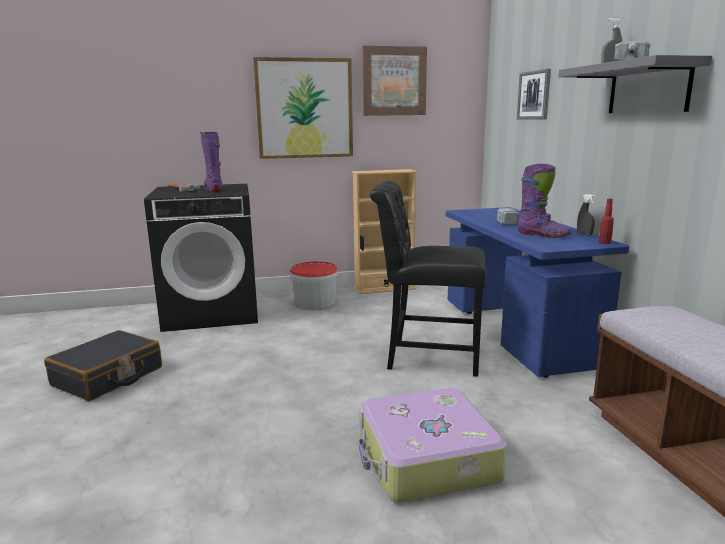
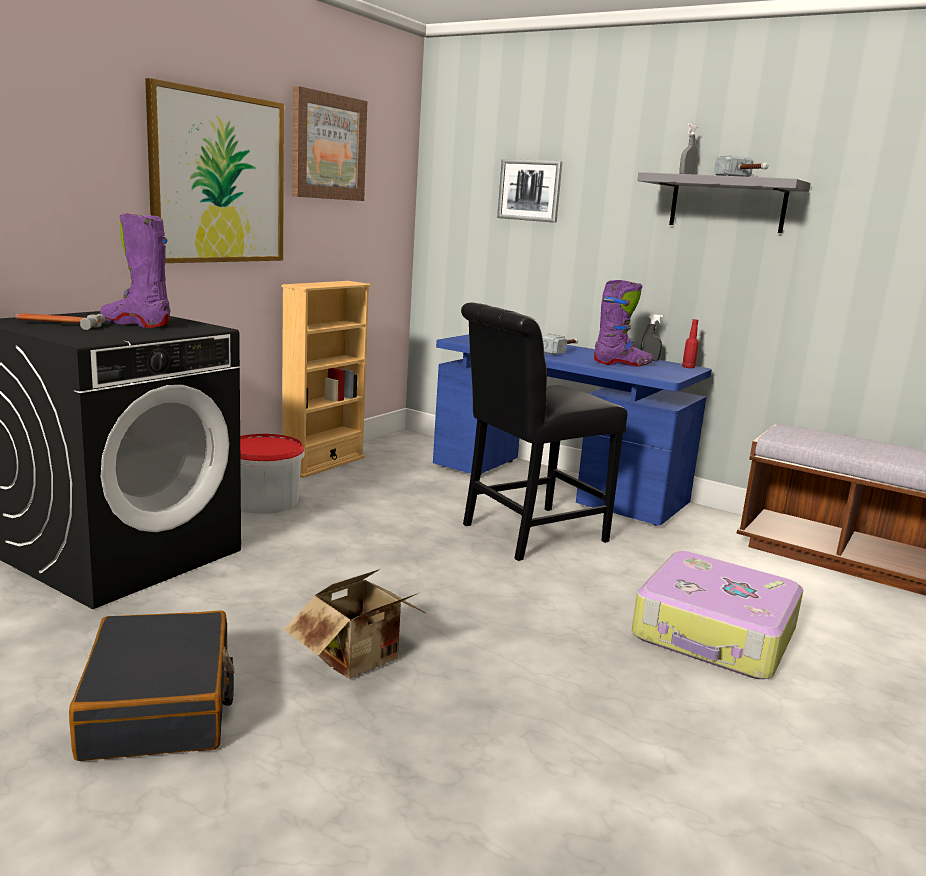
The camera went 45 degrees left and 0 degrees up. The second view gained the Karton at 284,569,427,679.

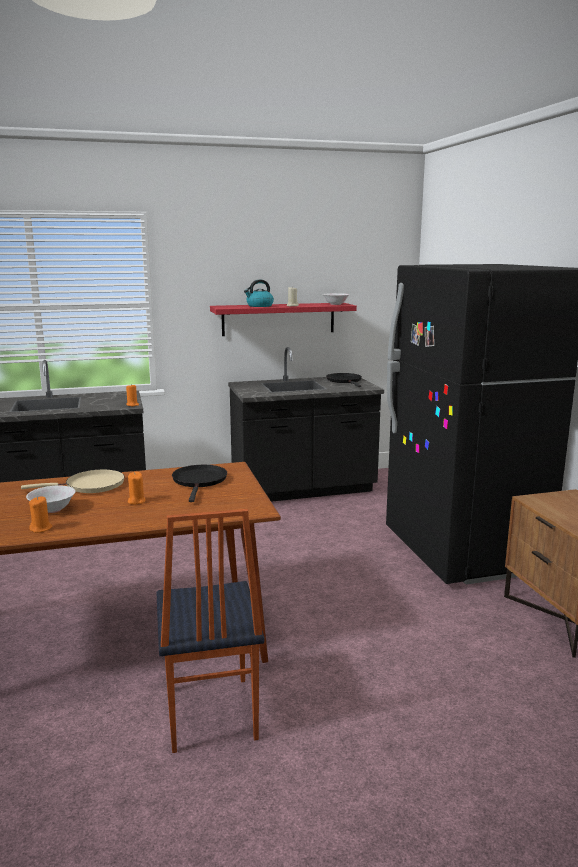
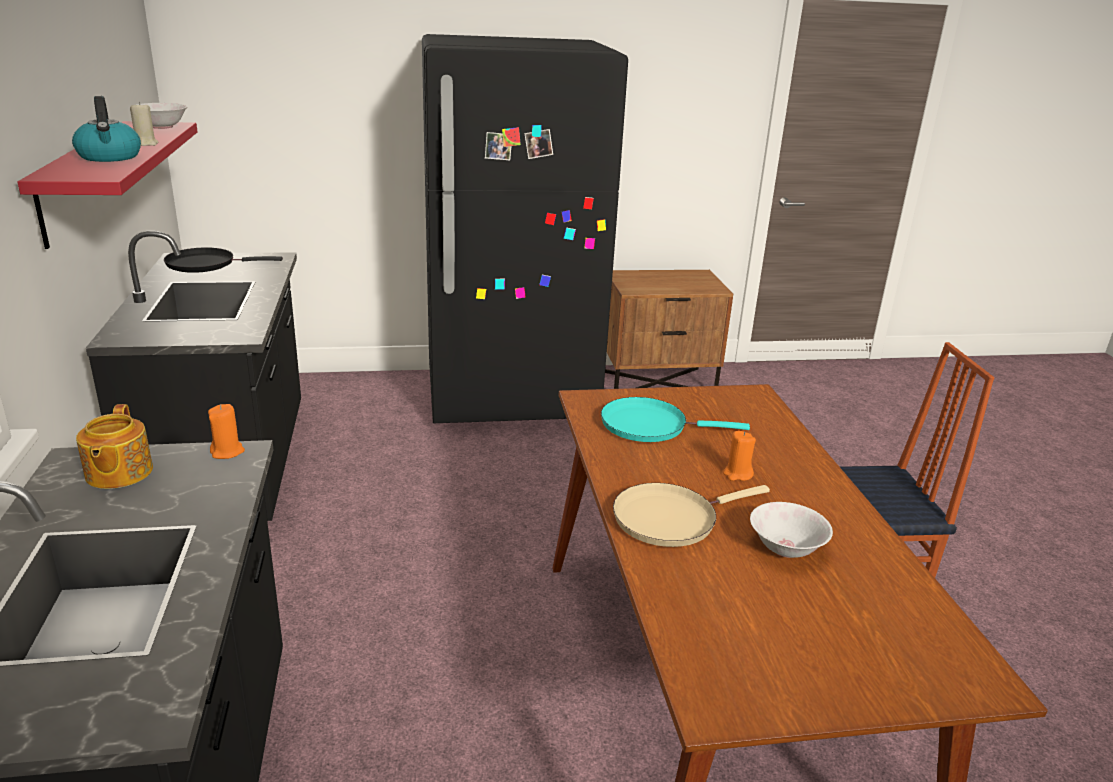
The camera went 85 degrees left and 10 degrees up. What was the Pfanne (schwarz) at 172,465,227,502 turned into the Pfanne (türkis) at 601,397,750,442. The Pfanne (beige) at 21,469,125,493 ended up facing another way, 105 degrees counterclockwise from before. The second view lost the Kerze (orange) at 29,497,52,533. The second view gained the Teekanne at 76,404,153,489.

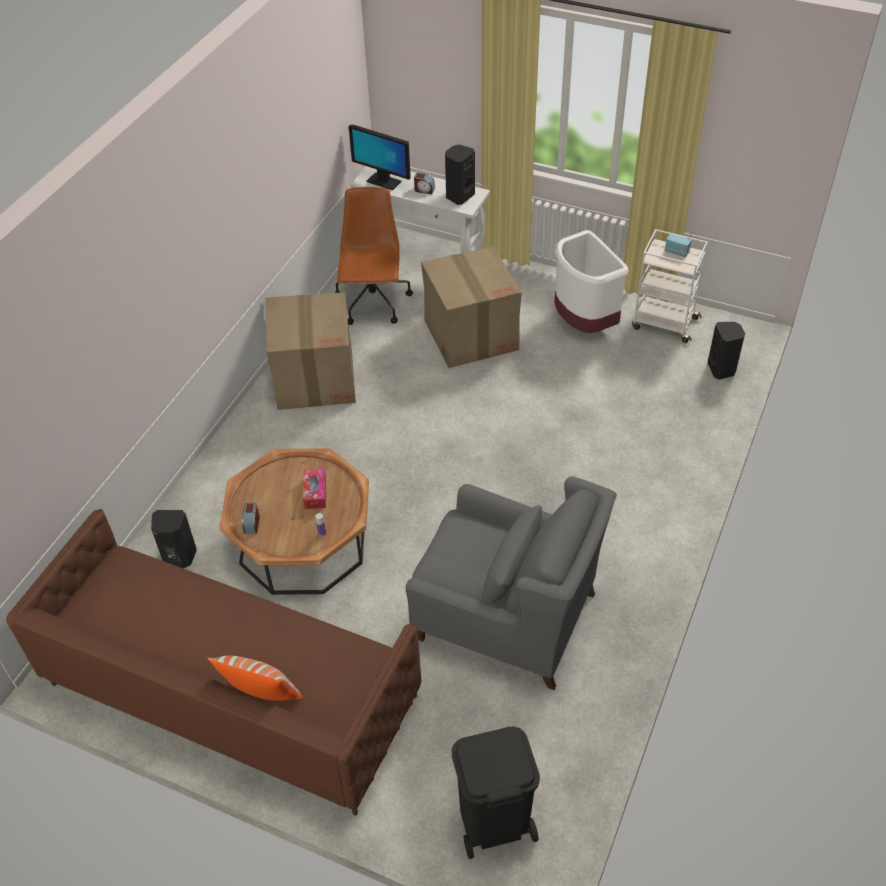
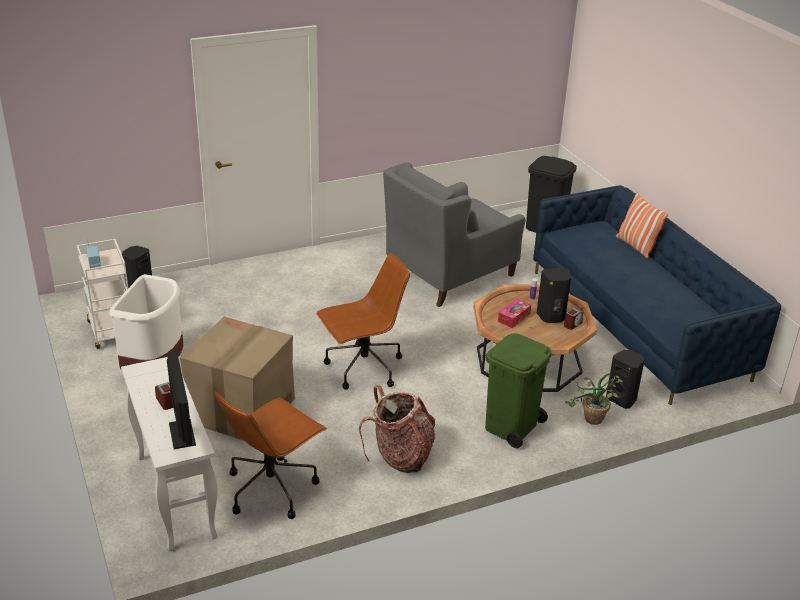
The camera went 140 degrees left and 15 degrees down. The Lautsprecher (schwarz) ended up elsewhere, having gone from 445,144,475,205 to 537,268,571,323. Where the Karton stood at 265,292,356,410, the Rucksack came to stand at 359,385,436,473. The Sessel (grau) at 406,476,617,690 ended up facing another way, 105 degrees counterclockwise from before. What was the Sofa (braun) at 6,509,421,815 turned into the Sofa (blau) at 533,185,781,405. The second view gained the Bürostuhl (braun) at 316,253,410,390. The second view gained the Mülleimer (grün) at 485,333,552,448. The second view gained the Topfpflanze at 565,373,623,425.

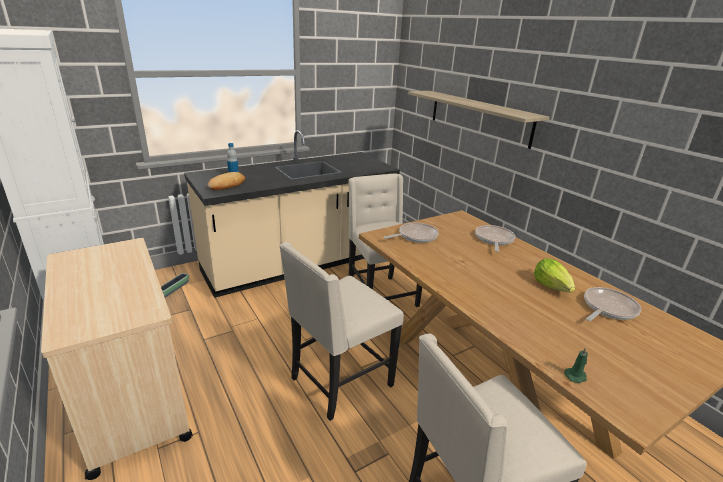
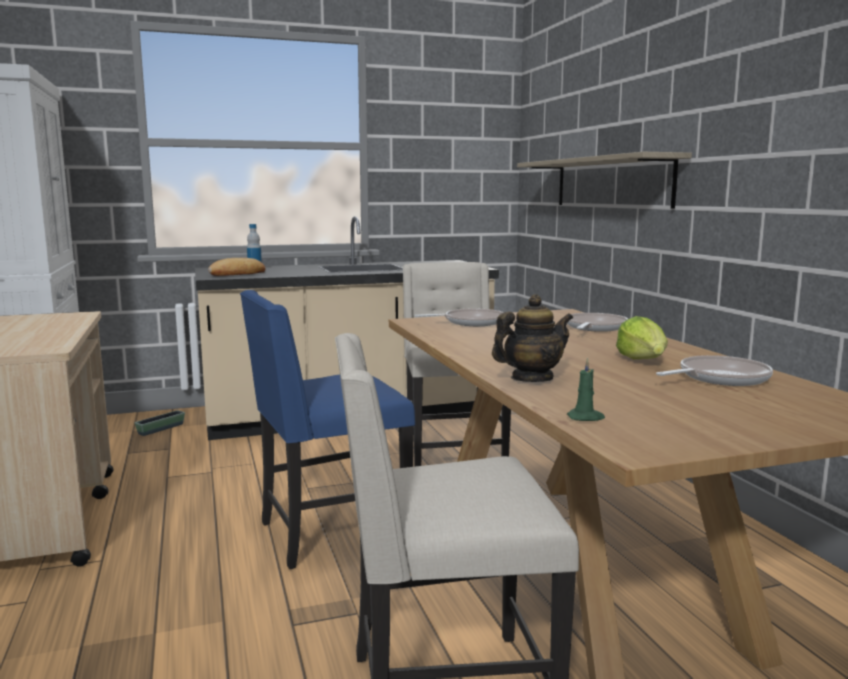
The camera went 15 degrees right and 15 degrees down. What was the Stuhl (beige) at 279,242,404,421 turned into the Stuhl (blau) at 240,290,415,569. The second view gained the Teekanne at 492,294,573,382.

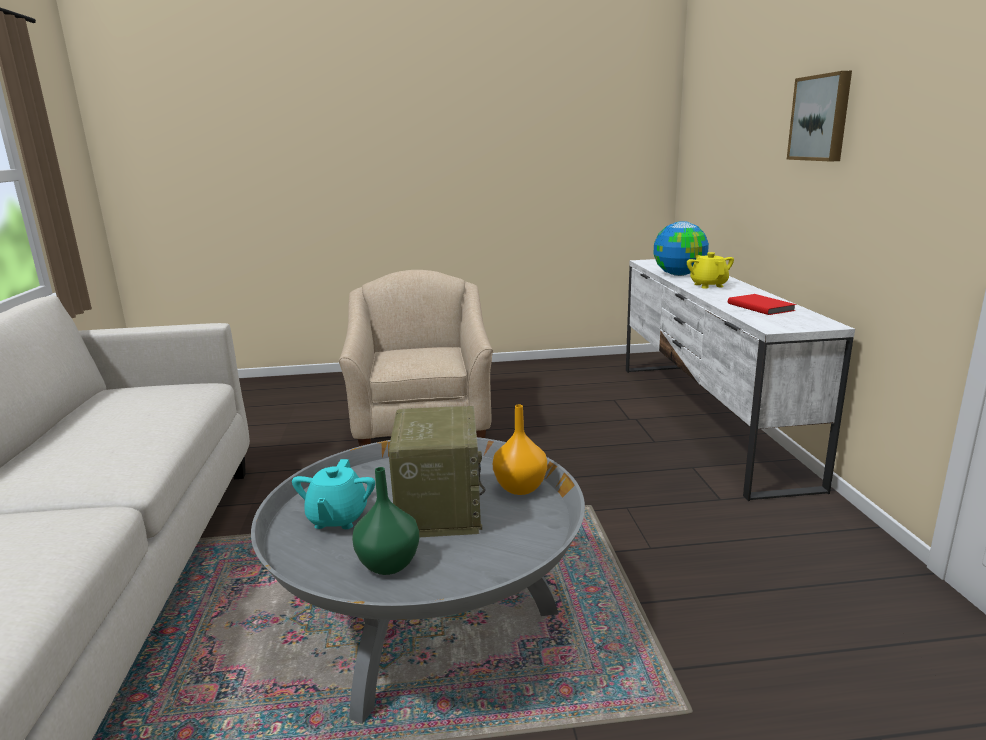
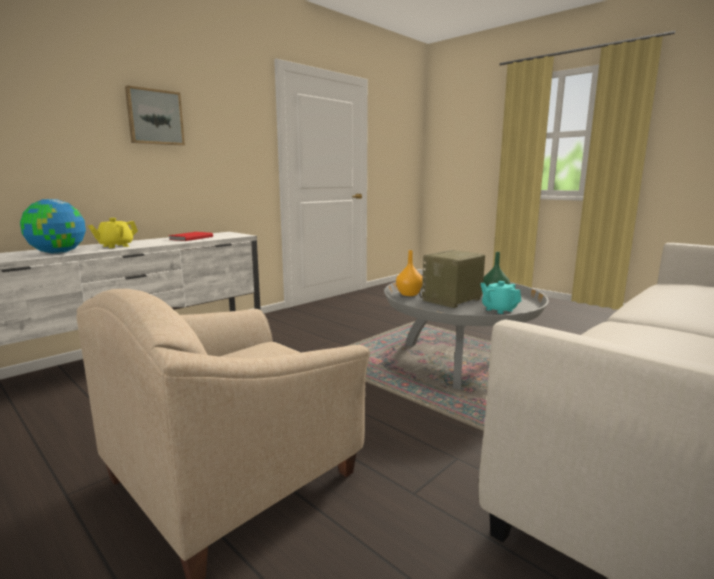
The camera went 130 degrees left and 5 degrees down. The Teekanne (türkis) at 292,459,375,529 ended up facing another way, 90 degrees counterclockwise from before.

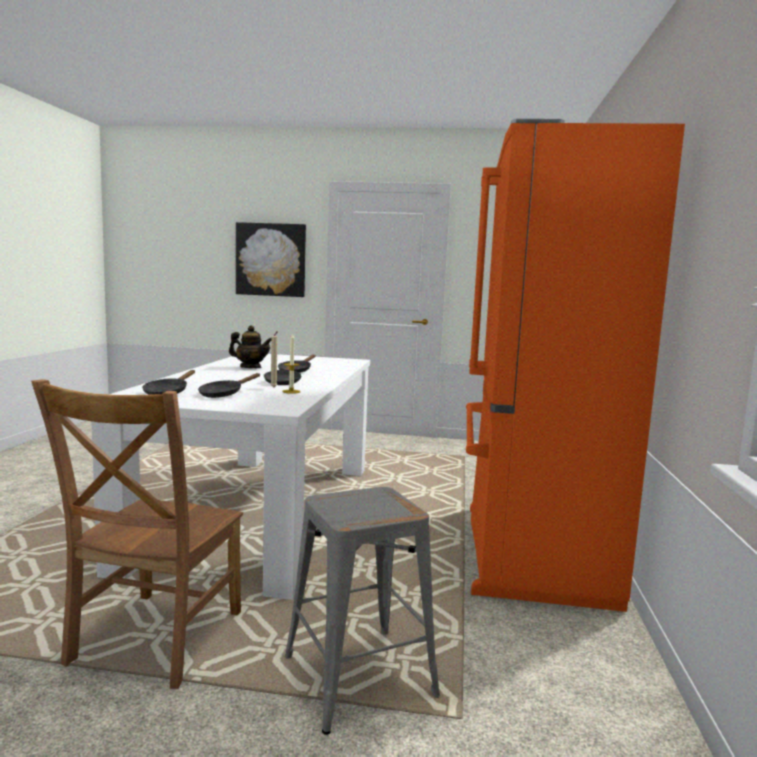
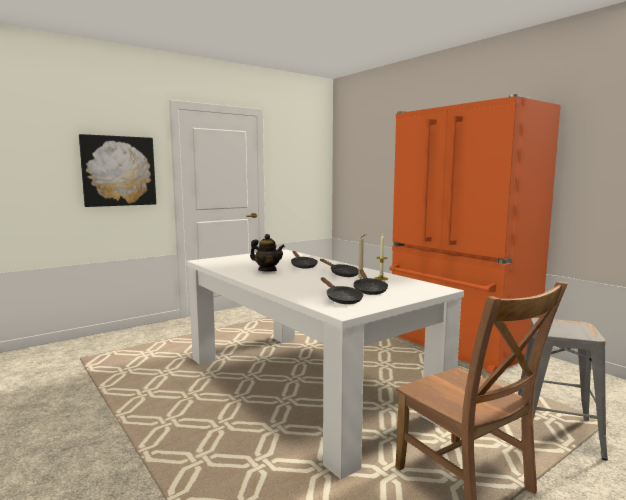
The camera went 45 degrees left and 0 degrees up. The Teekanne at 229,325,271,368 ended up facing another way, 60 degrees clockwise from before.

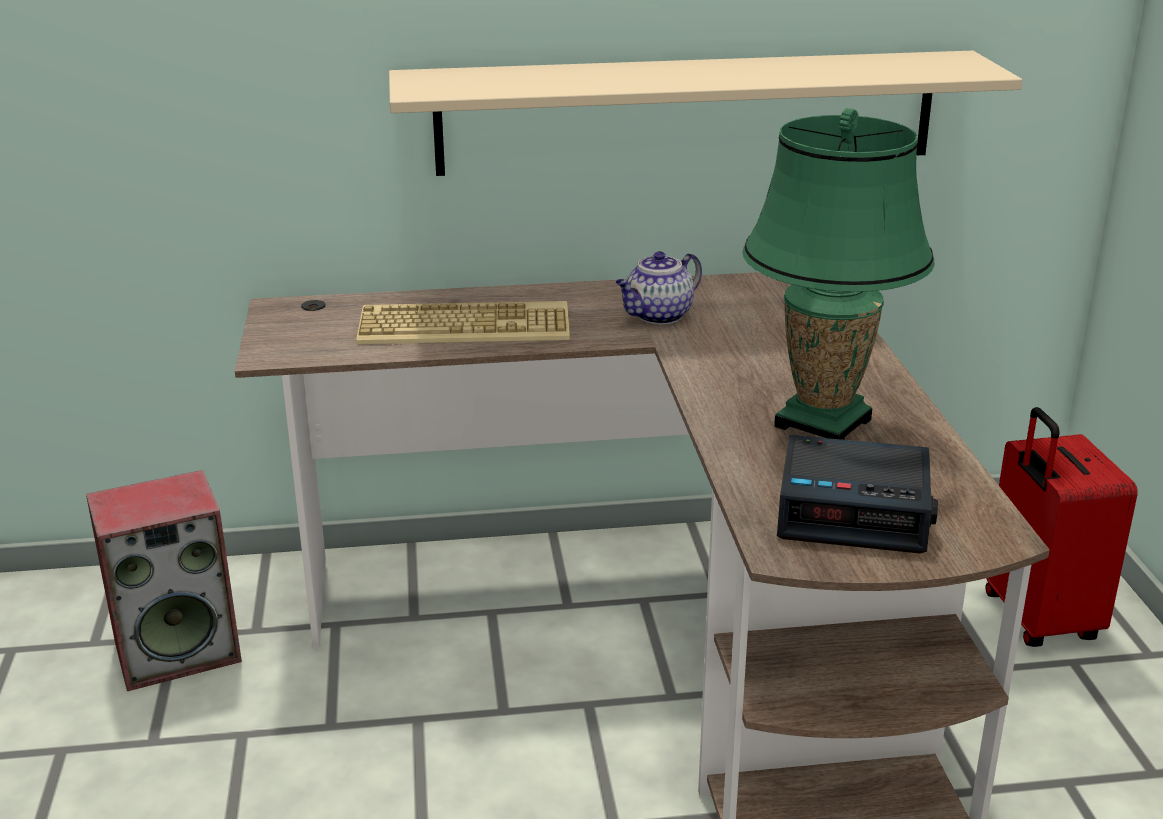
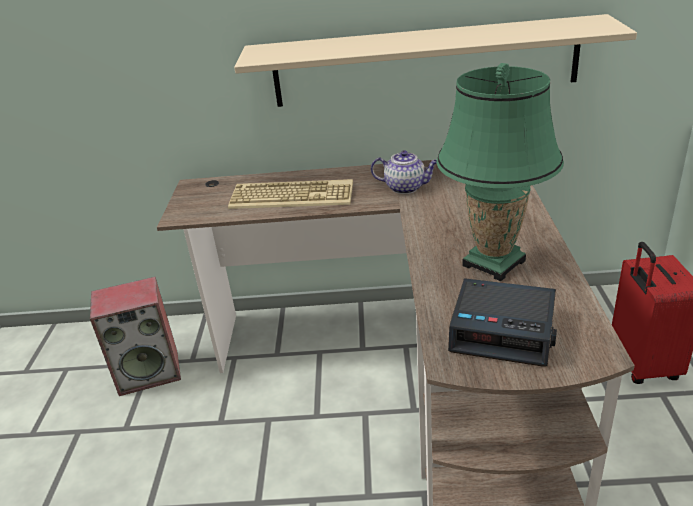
The camera went 10 degrees right and 5 degrees up. The Teekanne at 616,251,702,324 ended up facing another way, 135 degrees counterclockwise from before.

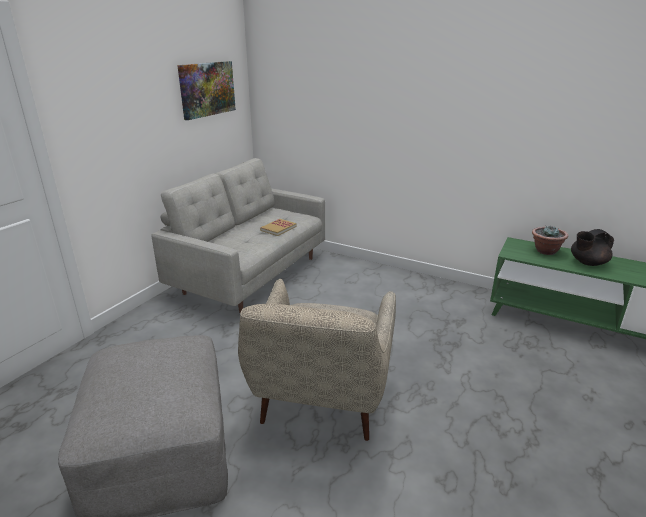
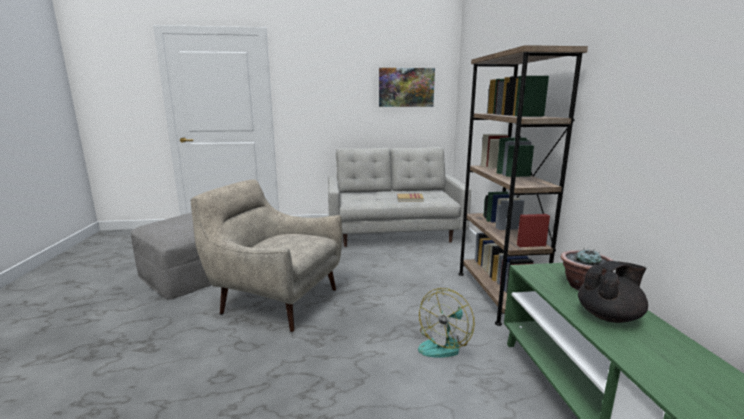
The camera went 55 degrees right and 10 degrees down. The Teekanne (schwarz) at 571,229,614,266 ended up facing another way, 120 degrees clockwise from before. The Sessel (beige) at 238,279,396,441 ended up facing another way, 45 degrees clockwise from before. The second view gained the Bücherregal (braun) at 458,45,588,326. The second view gained the Ventilator at 418,288,475,358.

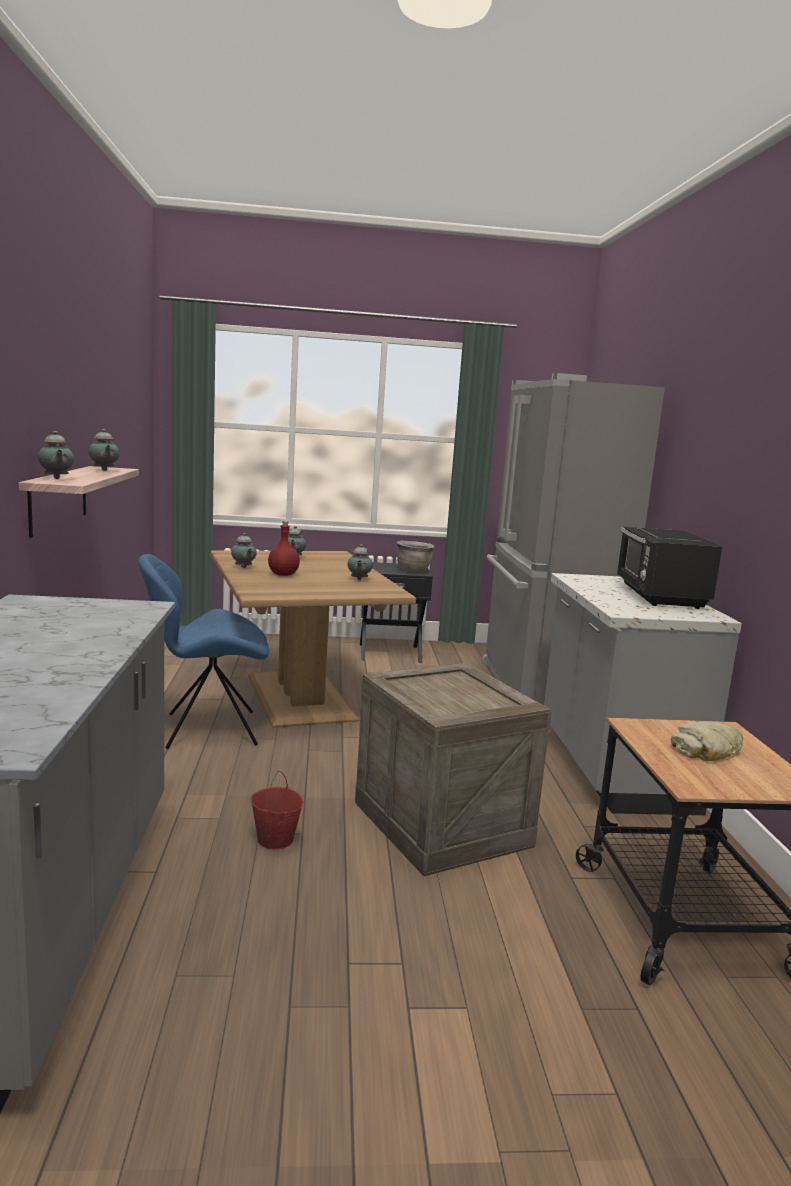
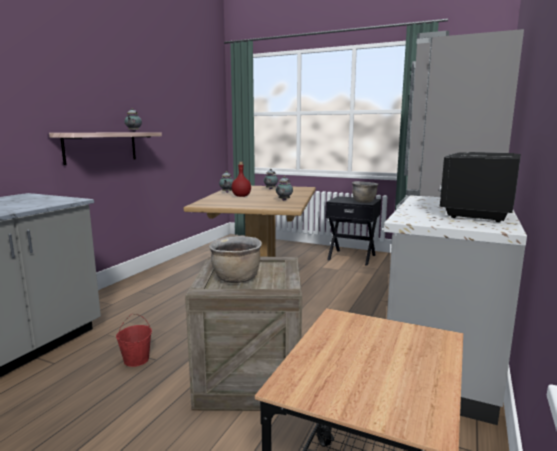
The camera went 30 degrees right and 0 degrees up. The second view lost the Teekanne at 38,431,74,479. The second view lost the Stuhl (blau) at 138,554,269,749. The second view lost the Brot at 671,722,743,761. The second view gained the Kochtopf (braun) at 209,236,262,283.

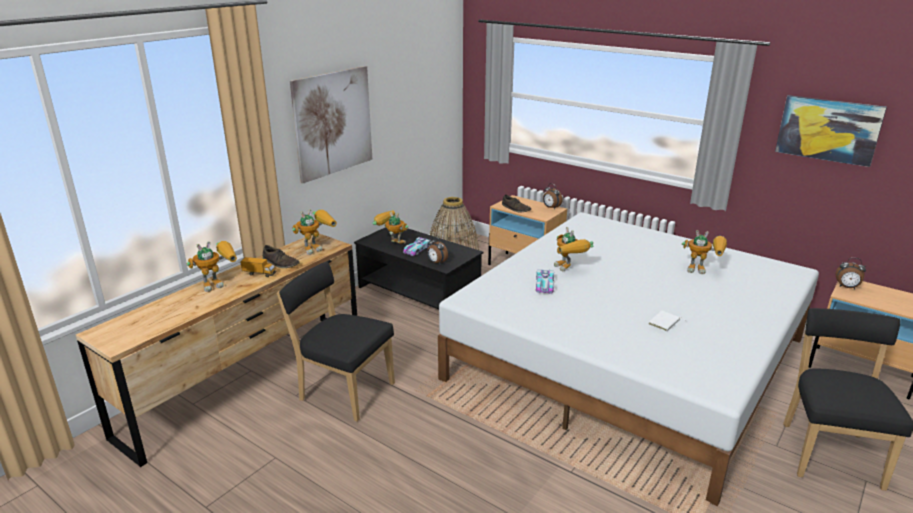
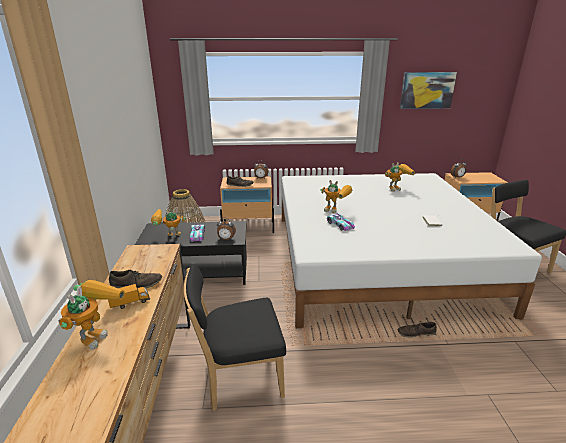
The camera went 40 degrees left and 0 degrees up. The second view lost the Bild at 290,66,372,184. The second view lost the Spielzeugroboter at 292,209,337,255. The second view gained the Schuh (braun) at 398,322,437,338.

